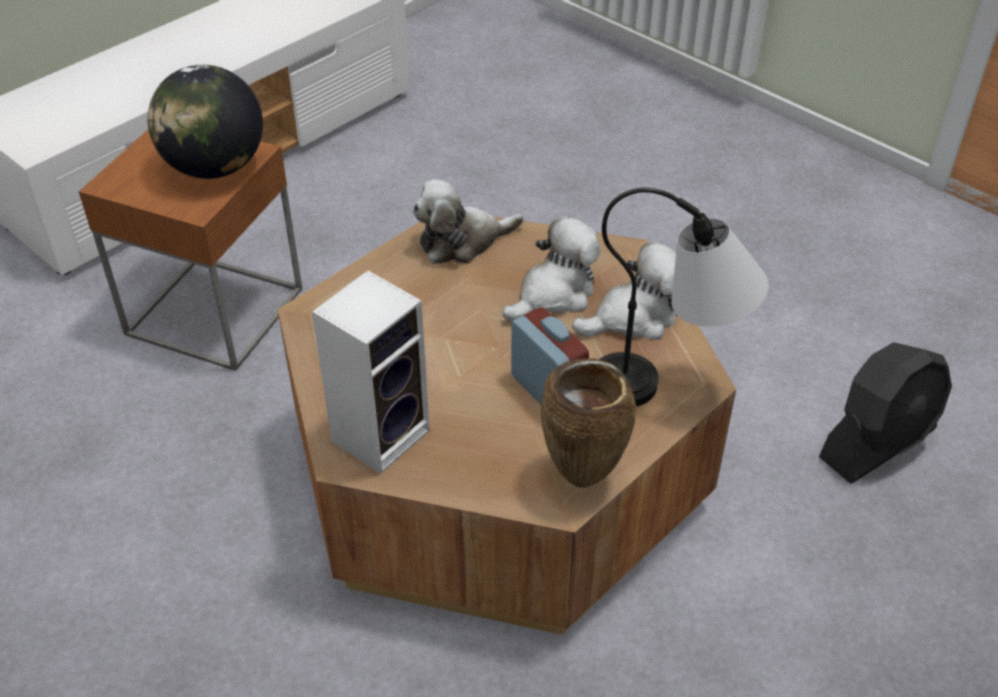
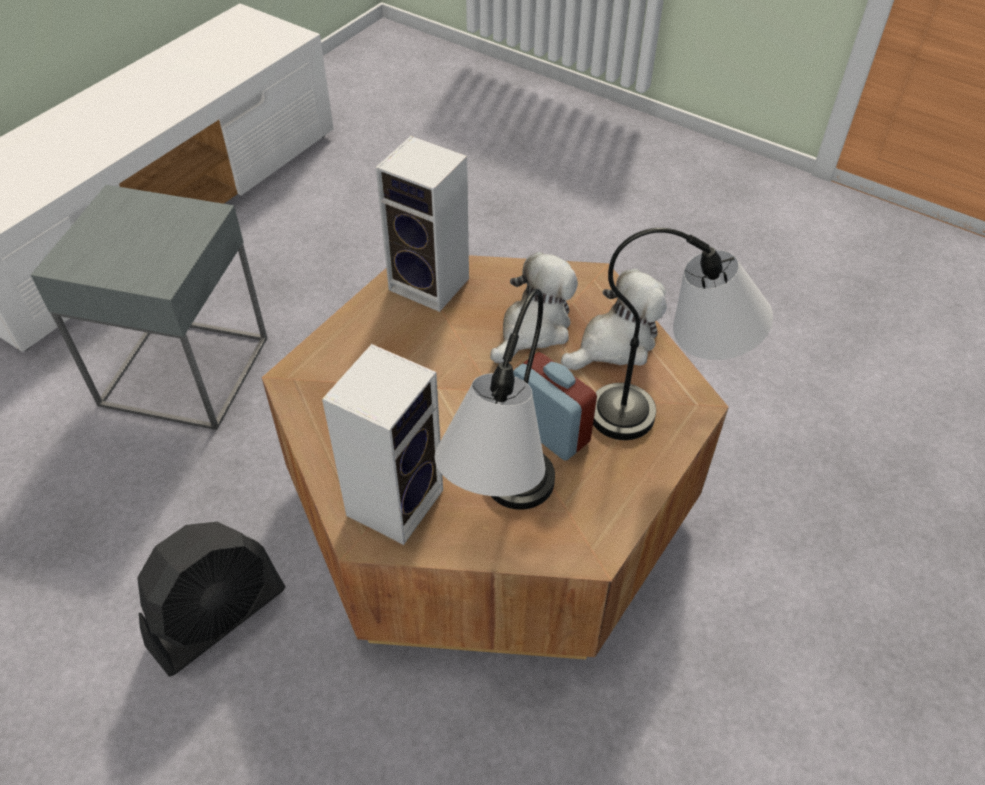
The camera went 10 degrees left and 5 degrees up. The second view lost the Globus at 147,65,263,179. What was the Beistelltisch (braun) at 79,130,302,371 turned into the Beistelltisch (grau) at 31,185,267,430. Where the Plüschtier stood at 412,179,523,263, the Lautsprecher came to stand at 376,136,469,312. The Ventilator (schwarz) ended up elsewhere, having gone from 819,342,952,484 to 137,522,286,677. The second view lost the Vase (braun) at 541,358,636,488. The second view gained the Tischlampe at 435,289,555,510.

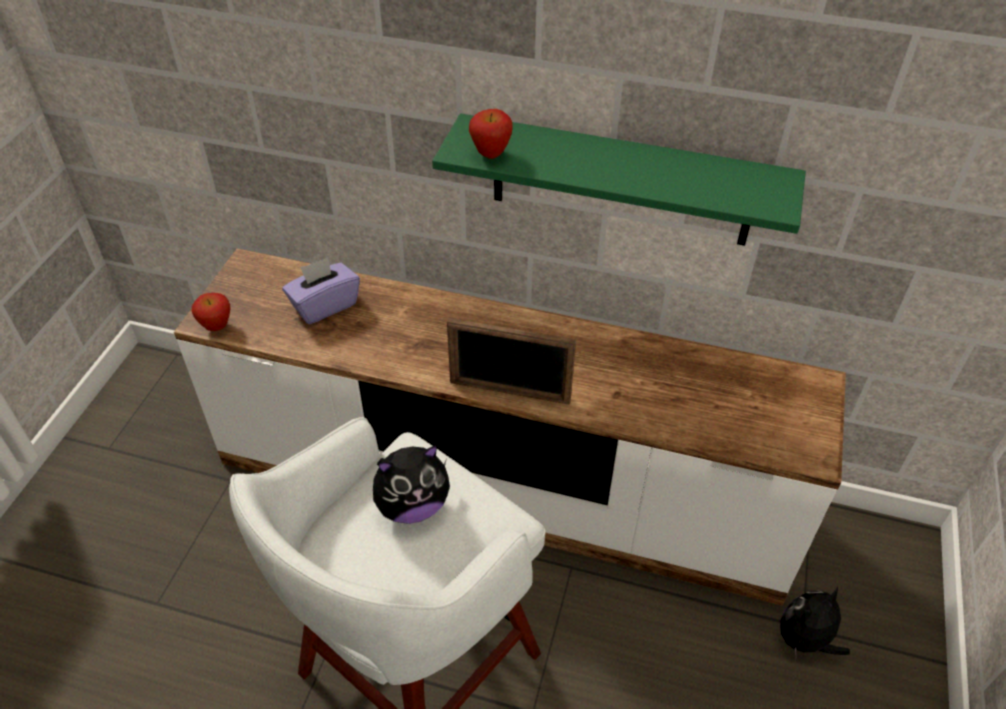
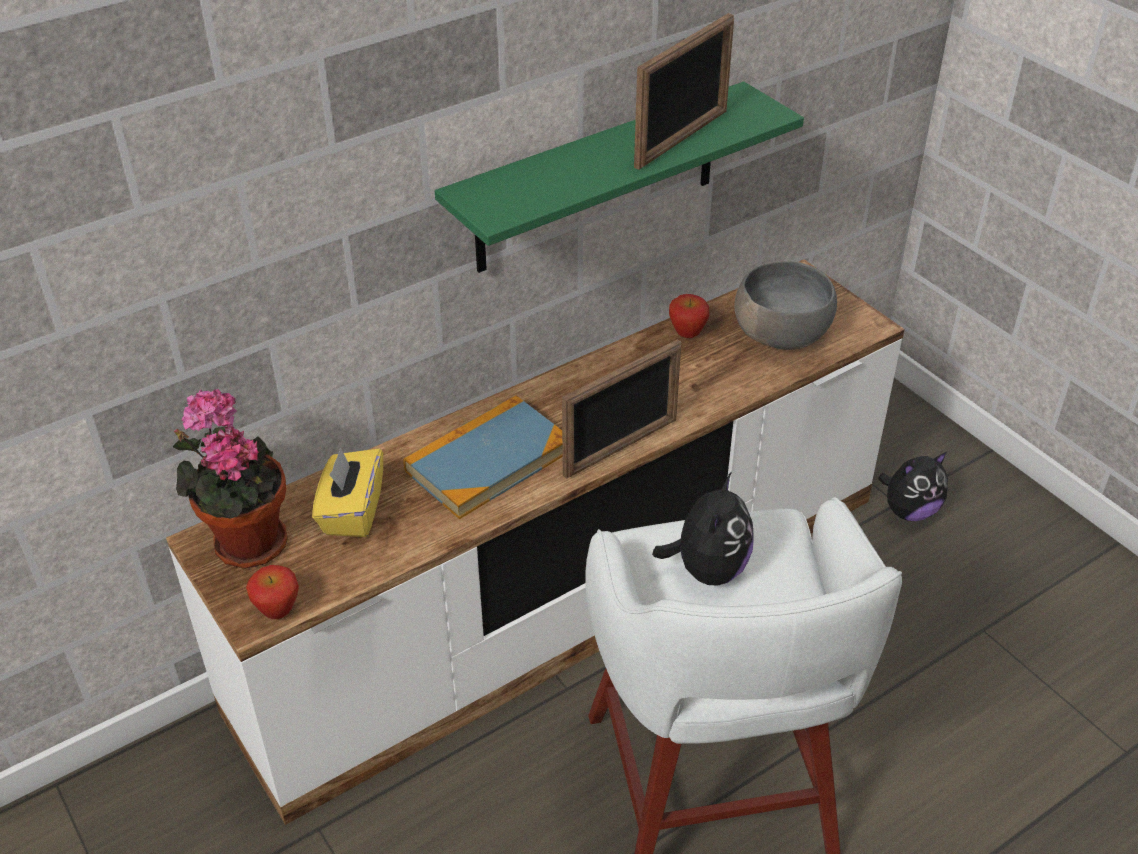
The camera went 50 degrees left and 5 degrees down. The Apfel ended up elsewhere, having gone from 469,109,513,159 to 669,294,709,338. What was the Taschentuchbox (lila) at 282,257,360,324 turned into the Taschentuchbox (gelb) at 312,447,383,537. The Plüschtier at 780,587,850,659 ended up facing another way, 120 degrees counterclockwise from before. The second view gained the Bilderrahmen at 634,13,734,170. The second view gained the Schüssel (grau) at 734,261,837,350. The second view gained the Topfpflanze at 173,389,288,569. The second view gained the Buch at 403,396,563,519.

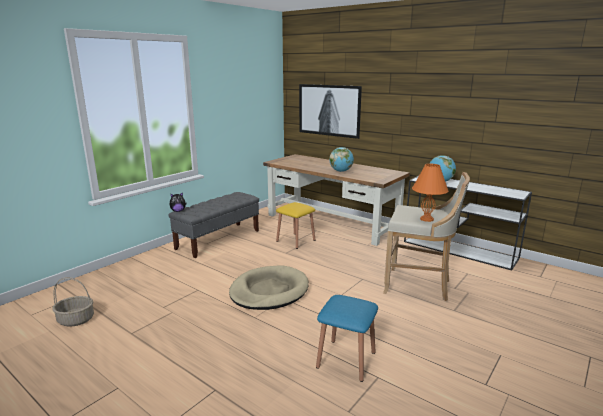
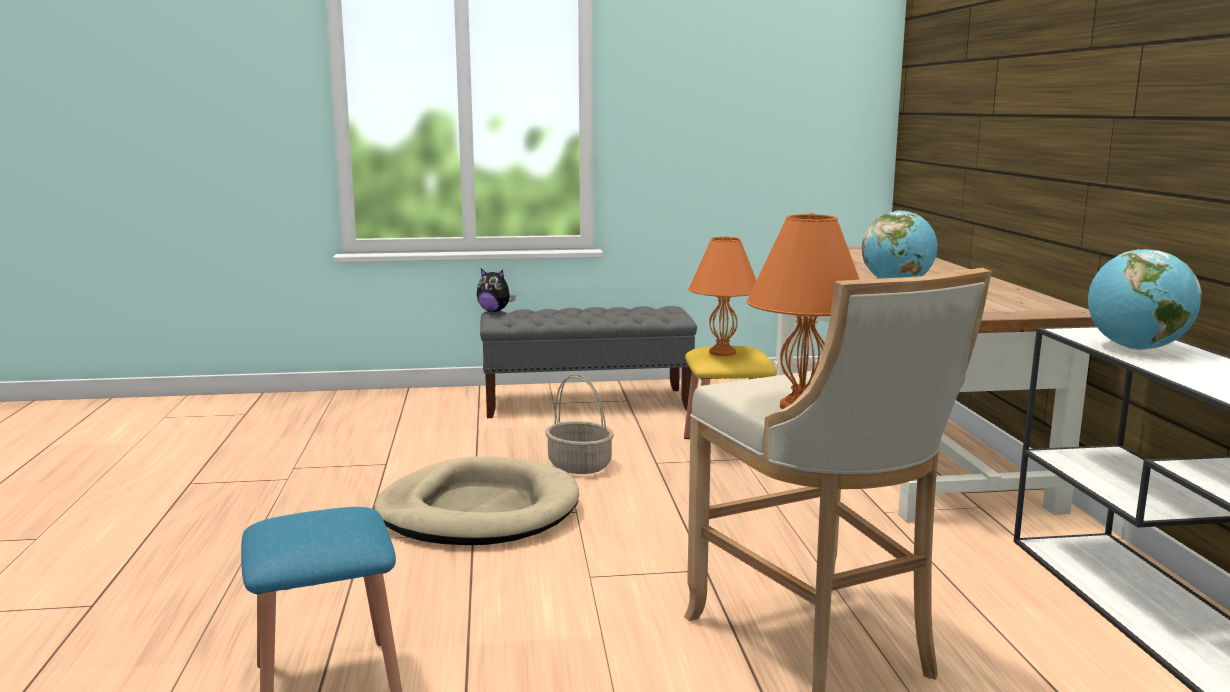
The camera went 45 degrees right and 5 degrees down. The second view lost the Bild at 299,84,362,139. The Korb ended up elsewhere, having gone from 52,277,94,327 to 545,374,614,474. The second view gained the Tischlampe (orange) at 688,236,757,356.

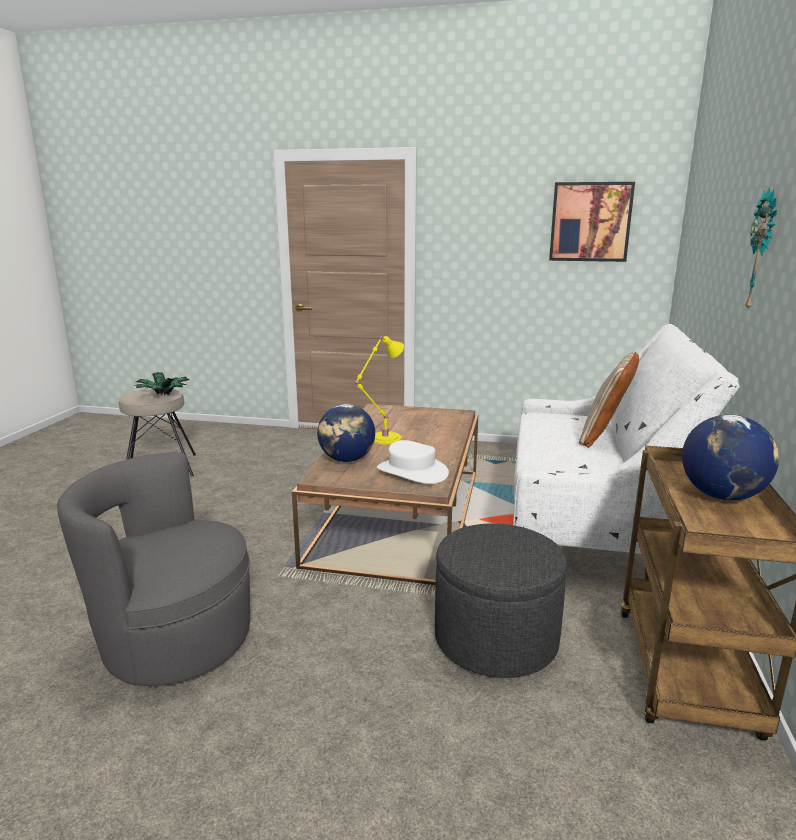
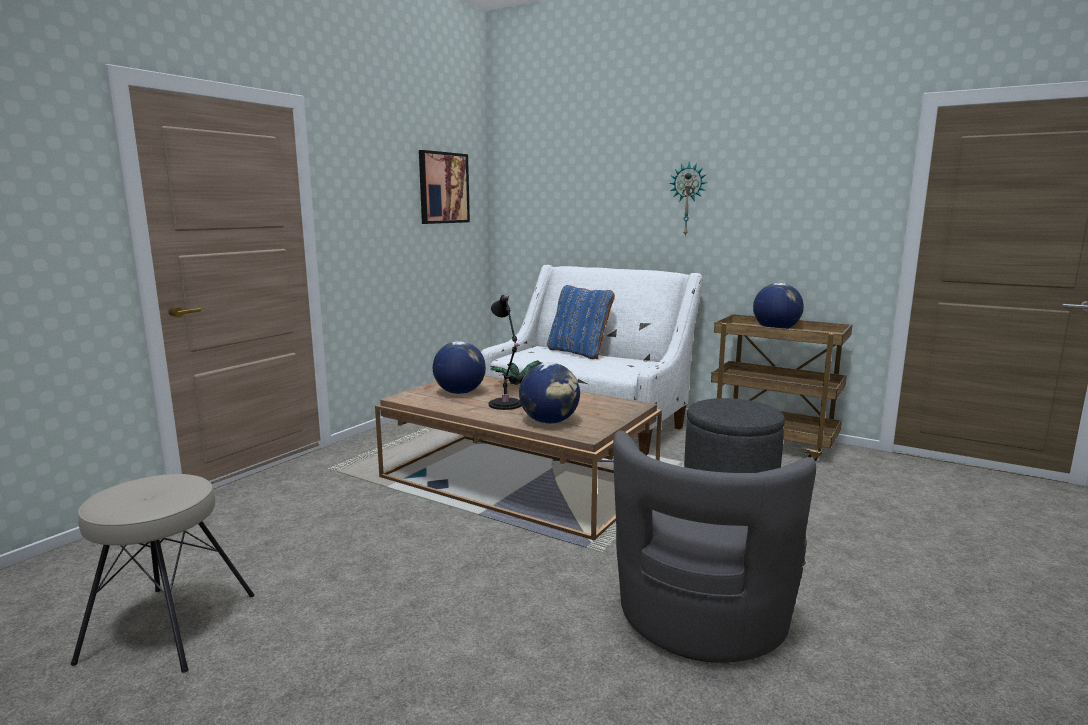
The camera went 70 degrees left and 5 degrees down. What was the Tischlampe (gelb) at 355,336,404,444 turned into the Tischlampe (schwarz) at 488,295,522,410. What was the Kissen (beige) at 579,352,639,448 turned into the Kissen (blau) at 547,285,615,359. The Topfpflanze ended up elsewhere, having gone from 134,372,190,396 to 489,361,542,385. The second view lost the Hut (weiß) at 377,440,449,484. The second view gained the Globus at 433,341,486,394.

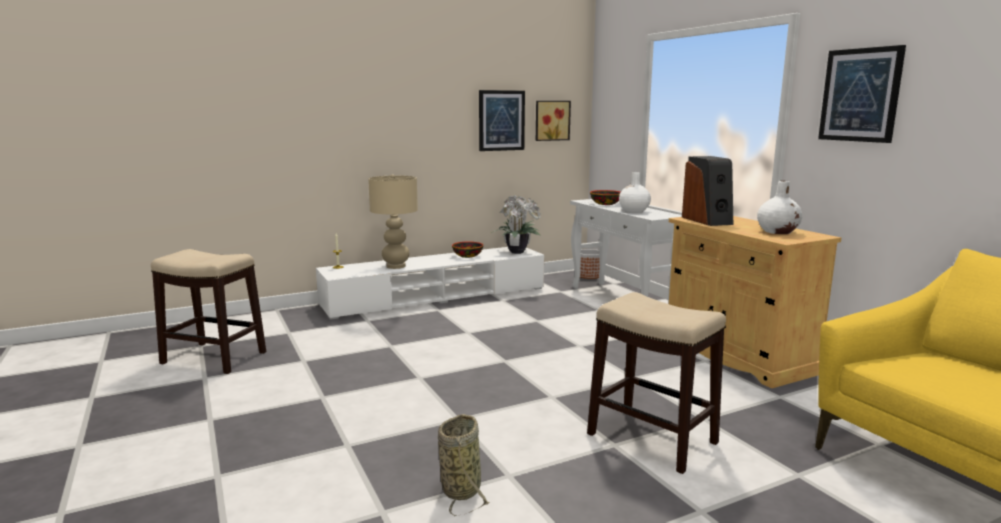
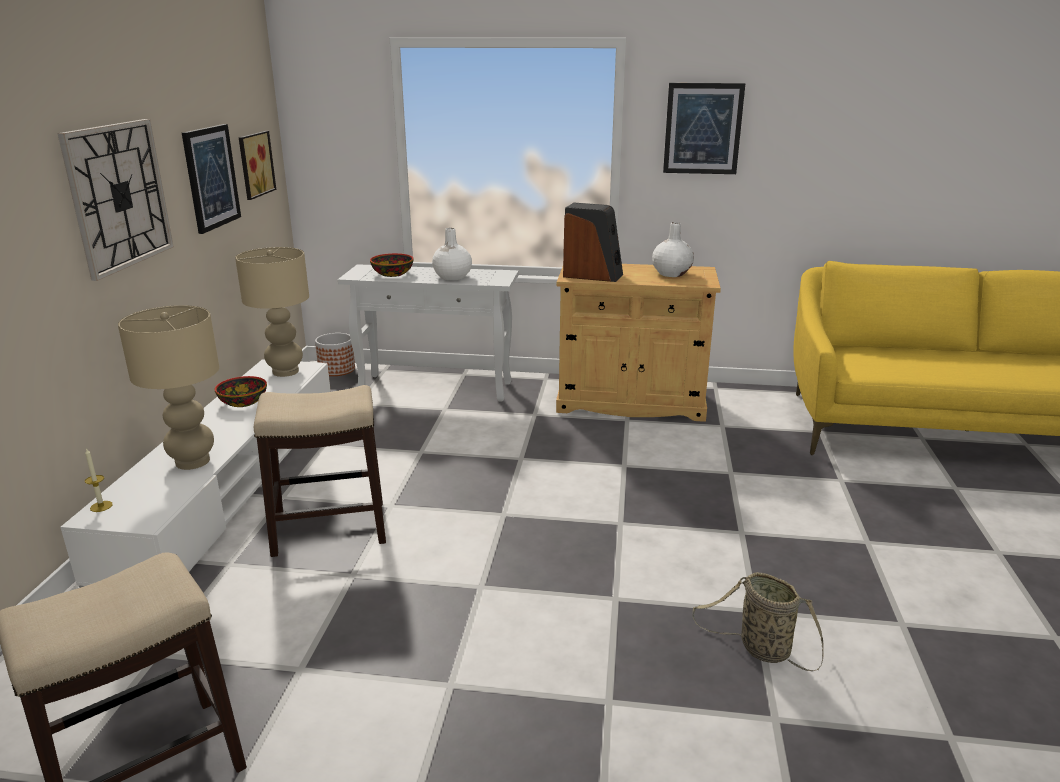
The camera went 55 degrees left and 10 degrees up. Where the Topfpflanze stood at 491,195,541,254, the Tischlampe (beige) came to stand at 235,247,309,377. The Hocker ended up elsewhere, having gone from 587,292,726,474 to 254,385,386,557. The second view gained the Wanduhr at 58,119,174,281.

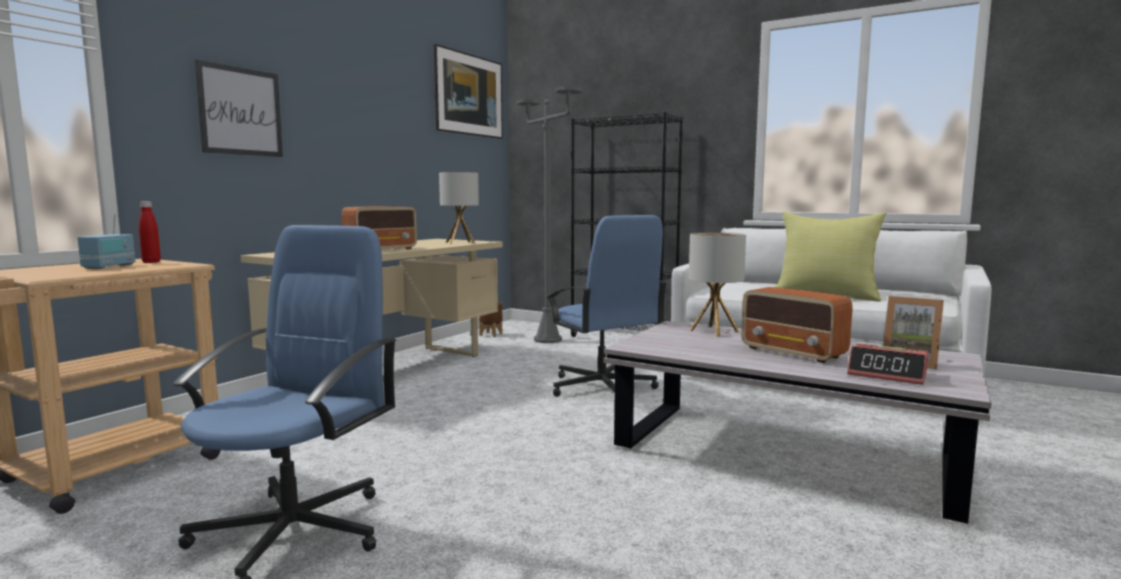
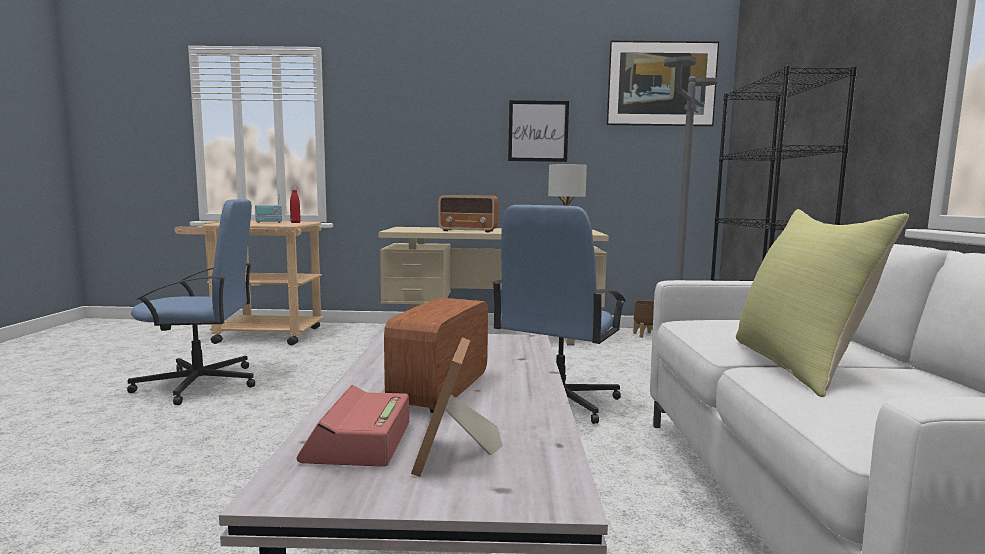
The camera went 60 degrees right and 0 degrees up. The Bild ended up elsewhere, having gone from 195,60,283,157 to 508,100,569,162. The second view lost the Tischlampe at 689,233,746,337.

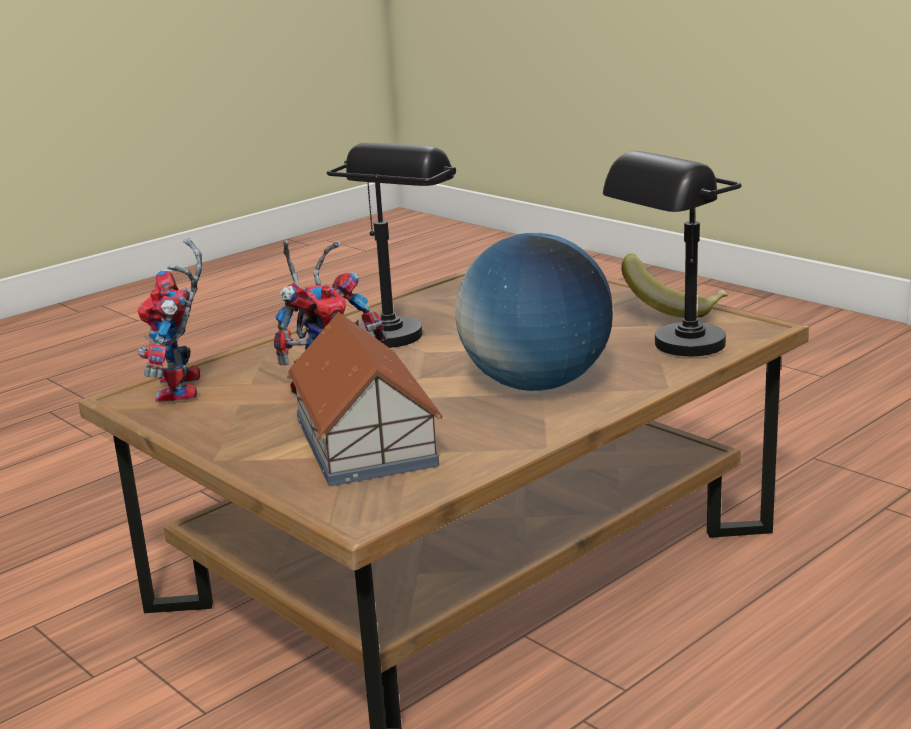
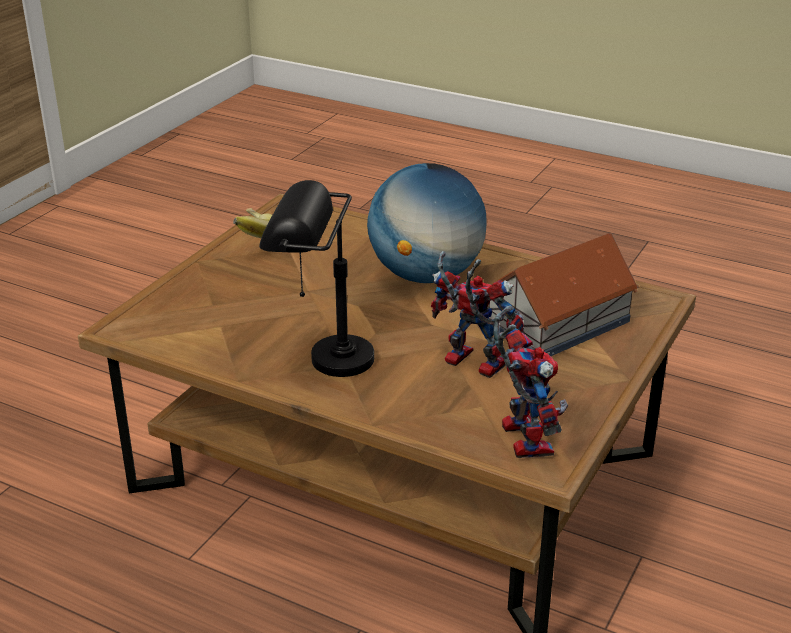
The camera went 110 degrees left and 10 degrees up. The second view lost the Tischlampe (schwarz) at 603,151,742,356. The Spielzeugroboter at 138,238,202,402 ended up facing another way, 75 degrees counterclockwise from before.

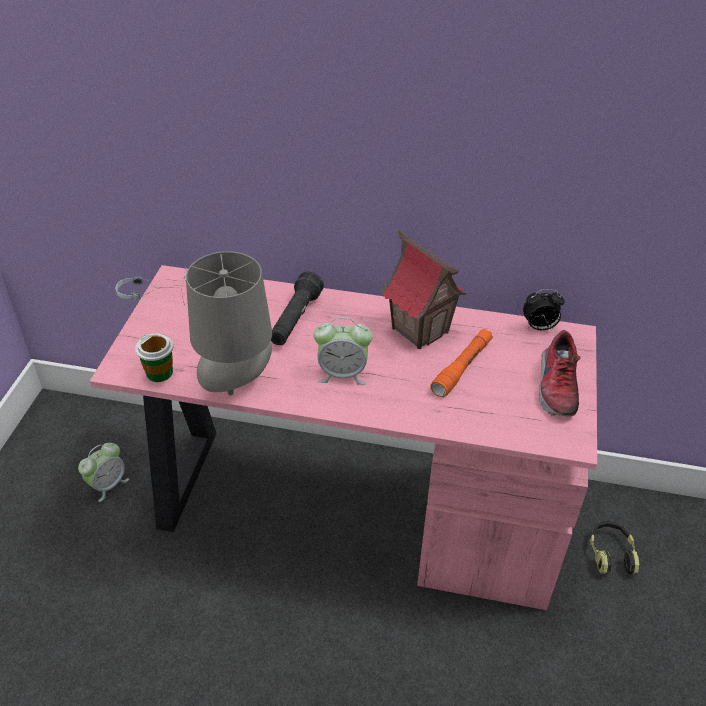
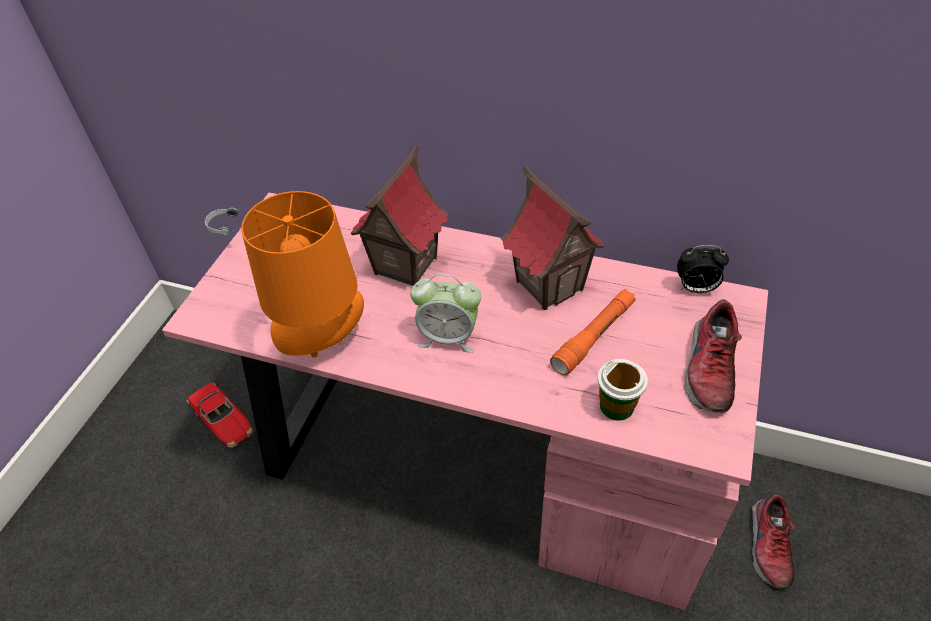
The camera went 10 degrees right and 5 degrees up. What was the Tischlampe (grau) at 186,251,272,396 turned into the Tischlampe (orange) at 241,191,364,358. Where the Taschenlampe (schwarz) stood at 271,272,324,345, the Spielzeughaus came to stand at 350,145,448,286. The Tasse ended up elsewhere, having gone from 135,333,173,382 to 598,359,648,420. Where the Wecker stood at 78,443,129,502, the Spielzeugauto came to stand at 187,382,253,448. Where the Kopfhörer stood at 590,521,640,575, the Schuh came to stand at 752,493,794,589.

